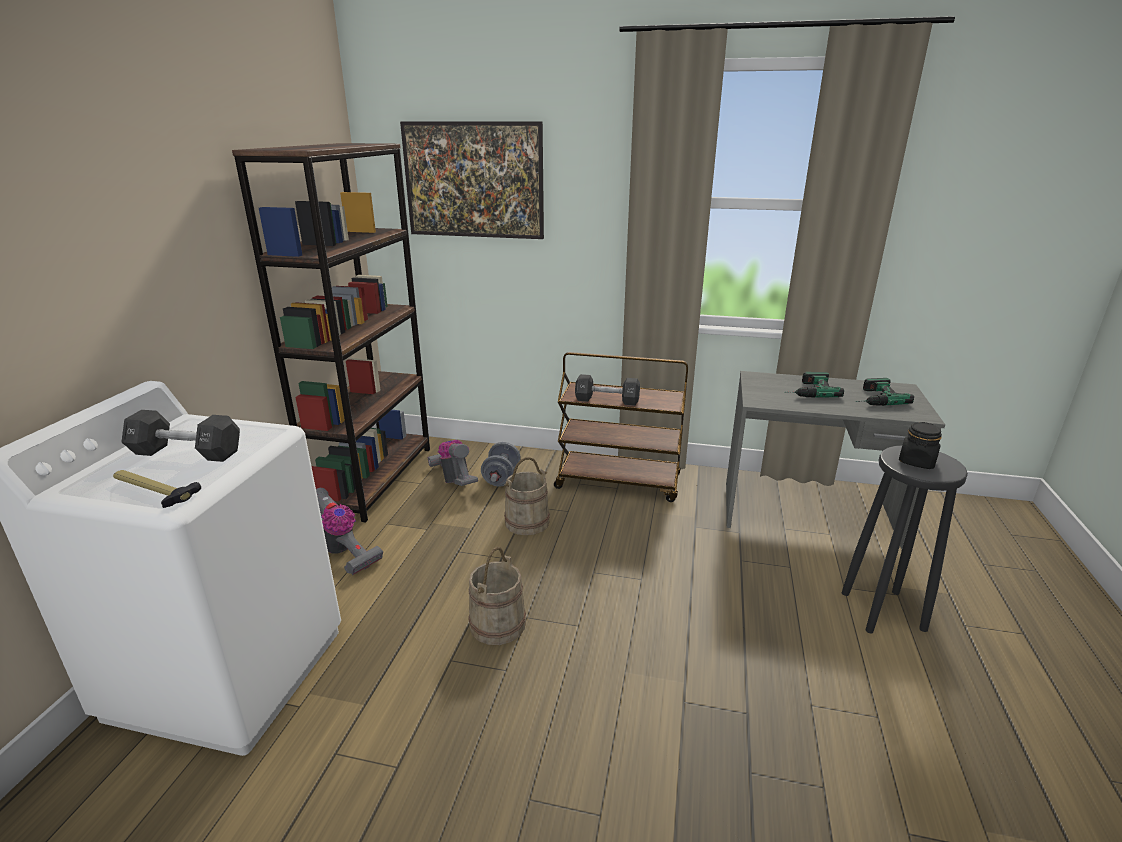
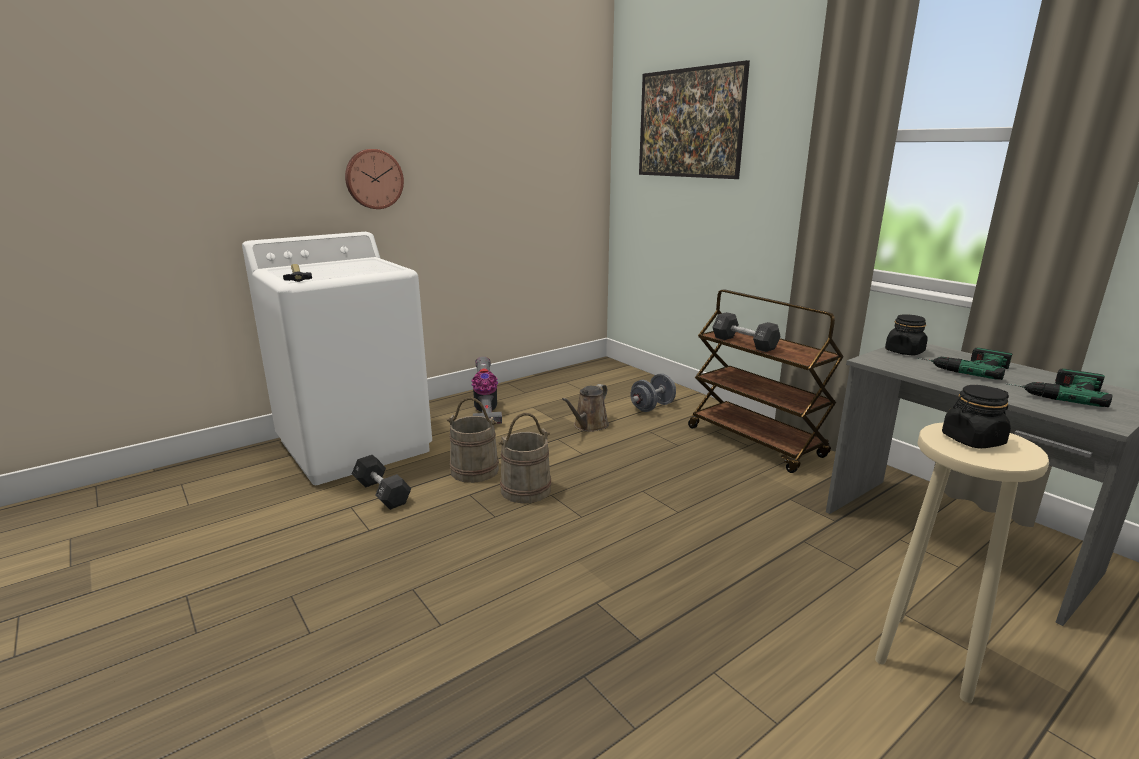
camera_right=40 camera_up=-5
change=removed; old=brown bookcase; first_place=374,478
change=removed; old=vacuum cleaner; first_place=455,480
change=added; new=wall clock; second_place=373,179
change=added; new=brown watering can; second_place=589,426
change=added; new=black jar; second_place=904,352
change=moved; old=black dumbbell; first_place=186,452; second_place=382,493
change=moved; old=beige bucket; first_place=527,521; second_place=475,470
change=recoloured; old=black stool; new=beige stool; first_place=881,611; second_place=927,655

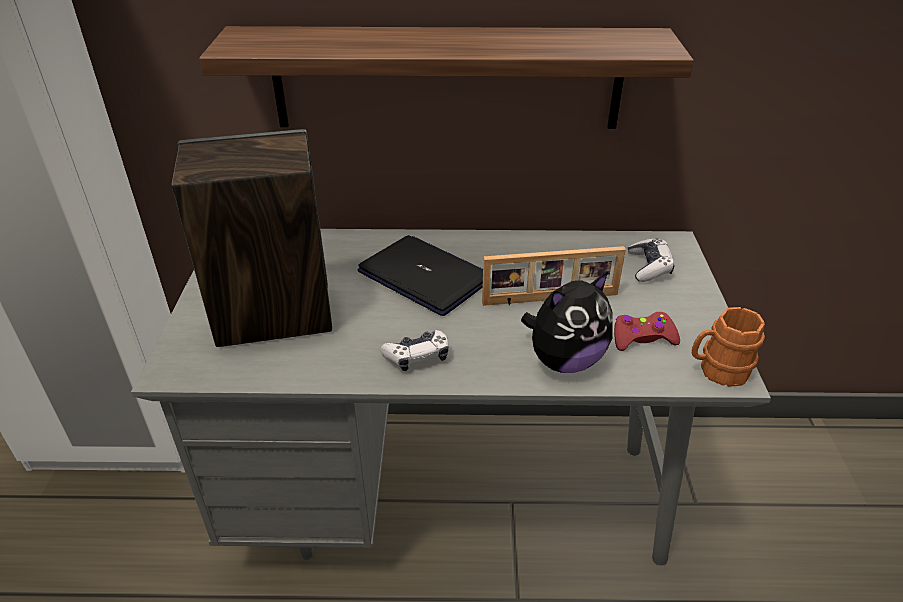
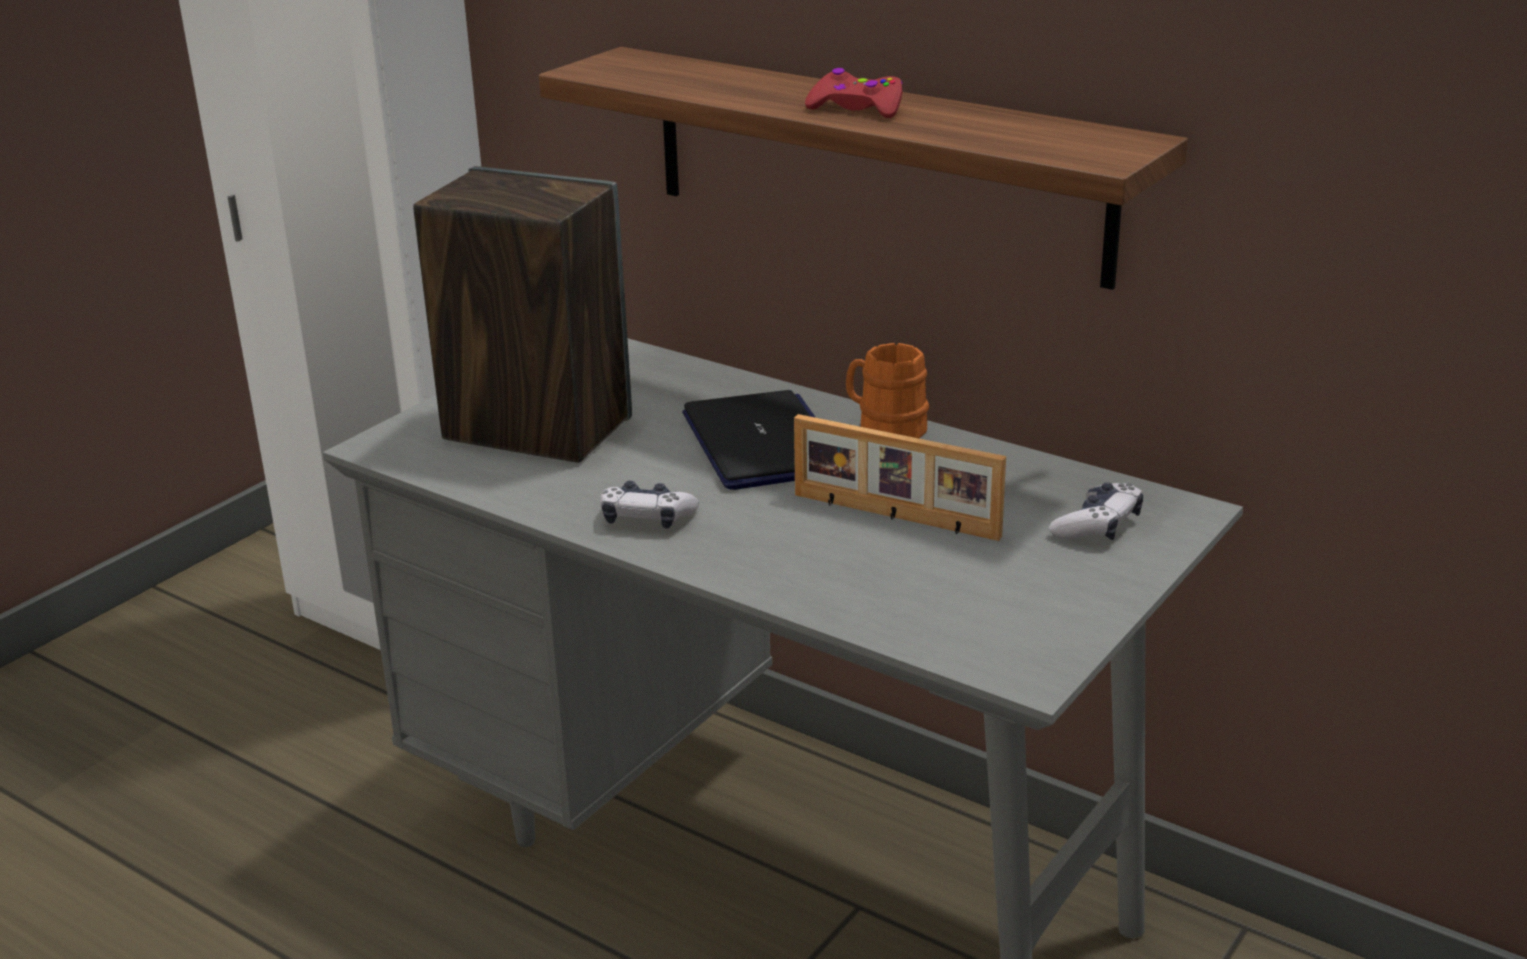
camera_right=35 camera_up=-10
change=removed; old=plush toy; first_place=565,360
change=moved; old=red game controller; first_place=642,338; second_place=857,108
change=moved; old=orange mug; first_place=718,370; second_place=884,428

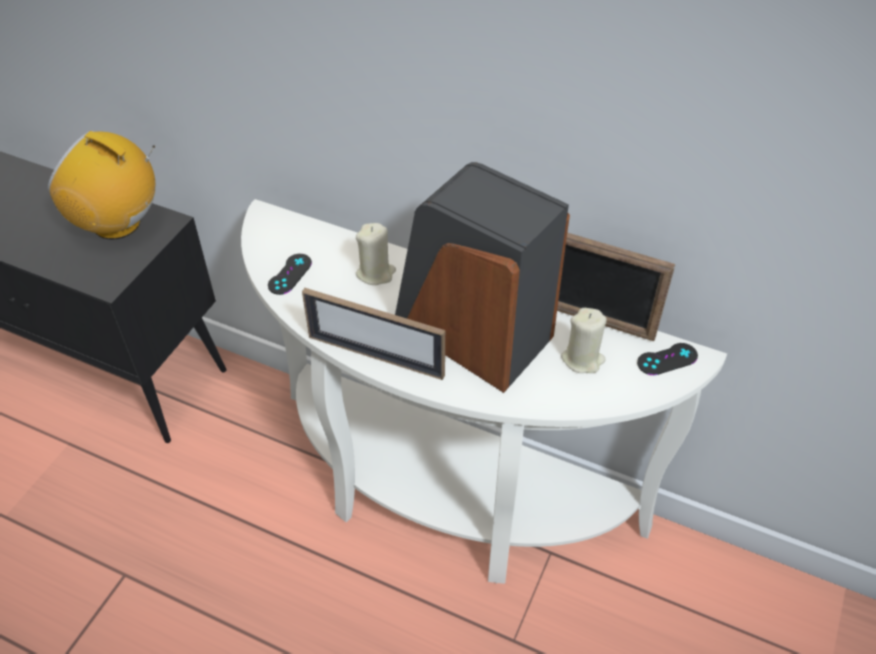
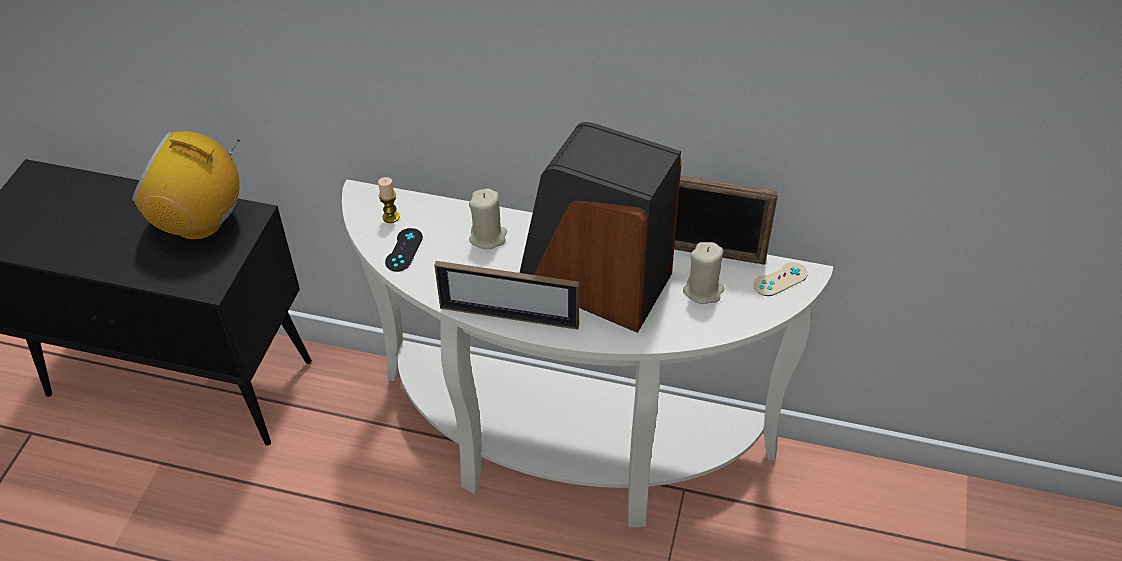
camera_right=-10 camera_up=0
change=added; new=candle; second_place=391,217
change=recoloured; old=black game controller; new=beige game controller; first_place=667,359; second_place=780,279

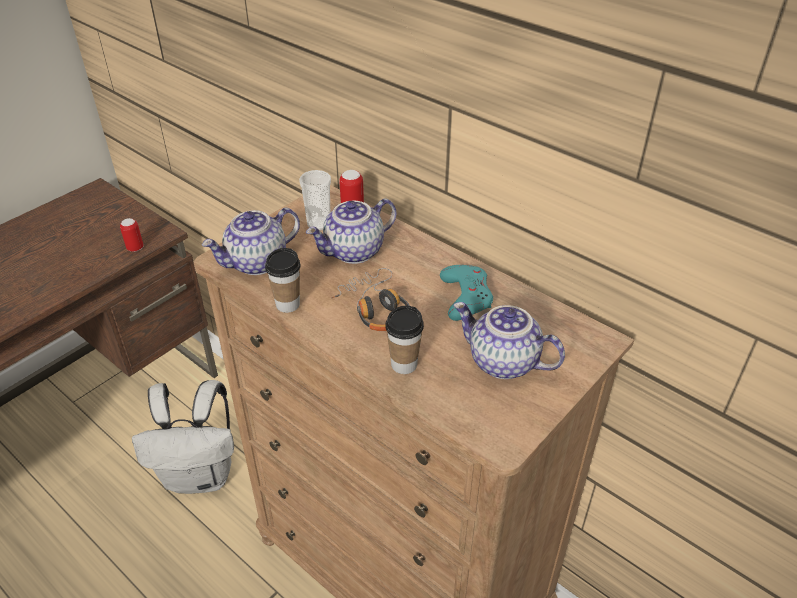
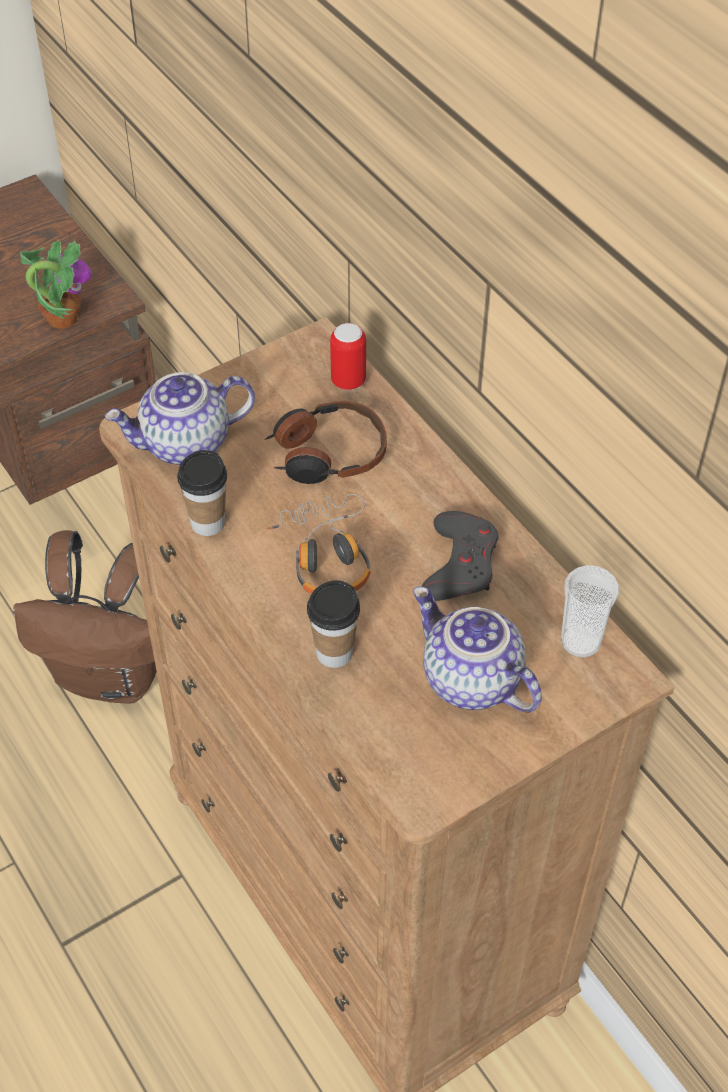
camera_right=15 camera_up=10
change=moved; old=cup; first_place=319,224; second_place=580,641
change=replaced; old=can; new=potted plant; first_place=135,248; second_place=61,318
change=replaced; old=teapot; new=headphones; first_place=354,252; second_place=327,454
change=recoloured; old=white backpack; new=brown backpack; first_place=201,475; second_place=112,674
change=recoloured; old=turquoise game controller; new=grey game controller; first_place=466,296; second_place=460,563

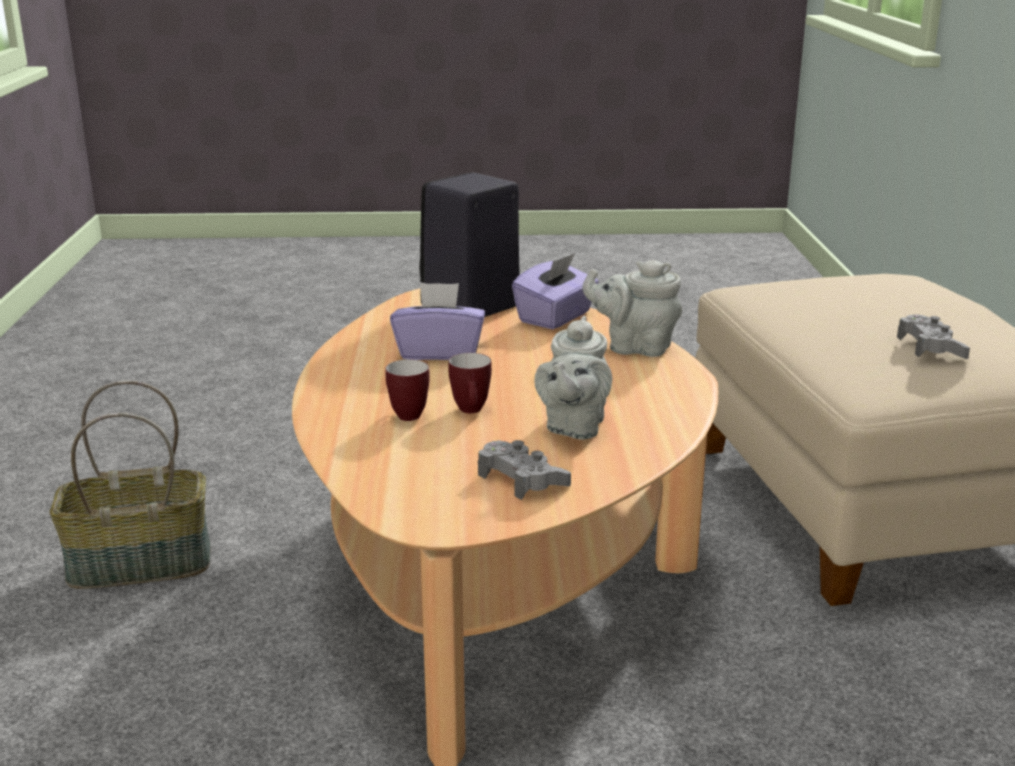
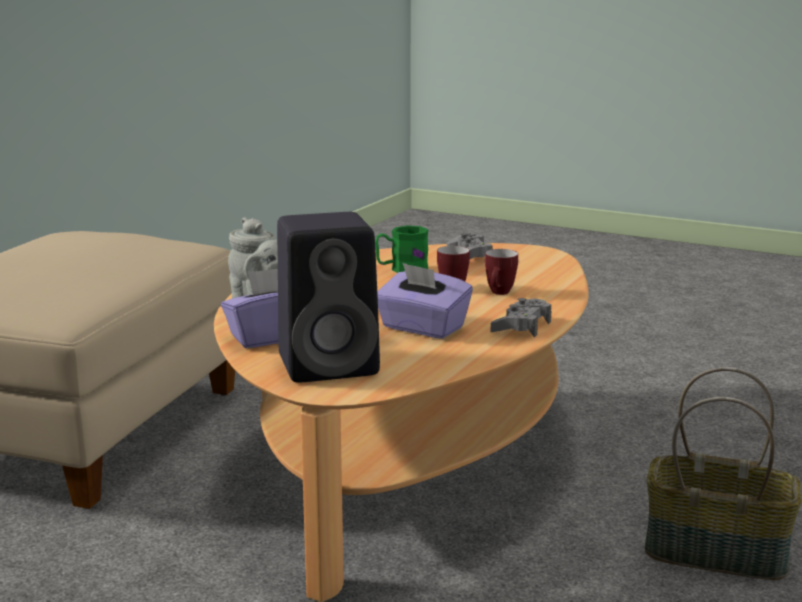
camera_right=-150 camera_up=-5
change=moved; old=grey game controller; first_place=931,347; second_place=521,327
change=replaced; old=grey teapot; new=green mug; first_place=573,427; second_place=401,269

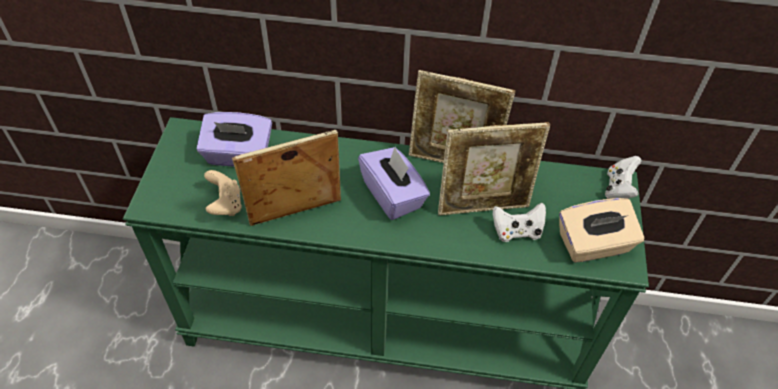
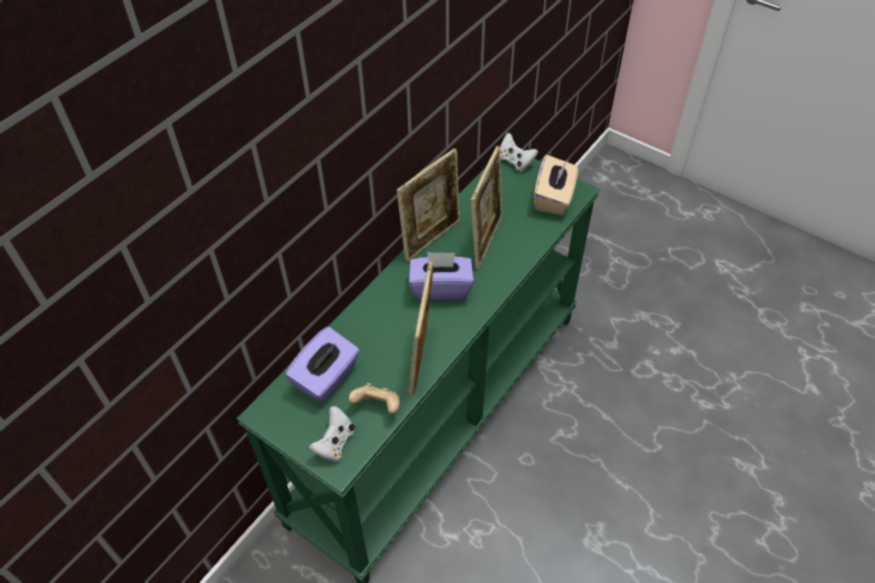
camera_right=-60 camera_up=0
change=moved; old=white game controller; first_place=517,231; second_place=335,443

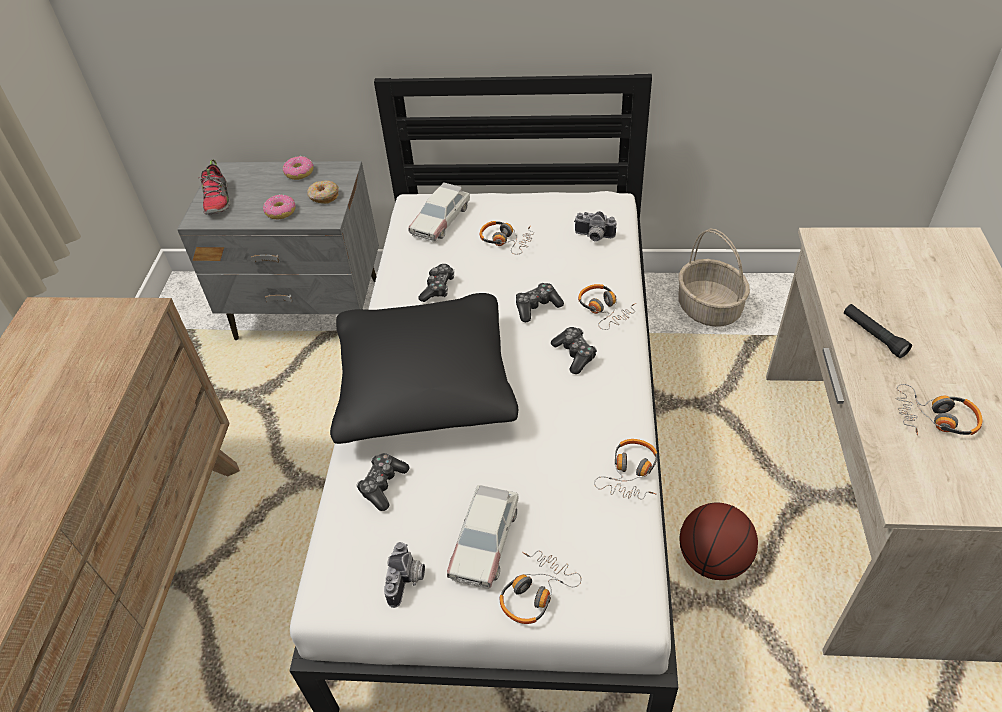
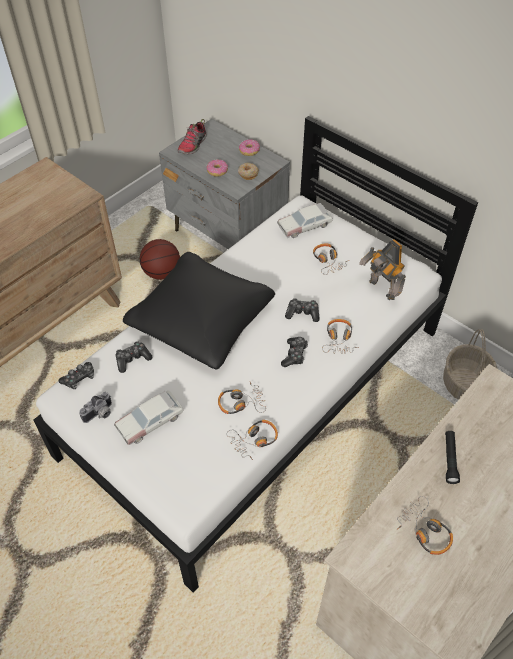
camera_right=35 camera_up=5
change=moved; old=game controller; first_place=438,288; second_place=79,379
change=moved; old=headphones; first_place=535,592; second_place=241,403
change=moved; old=basketball; first_place=713,560; second_place=162,273
change=replaced; old=photo camera; new=toy robot; first_place=593,237; second_place=380,290

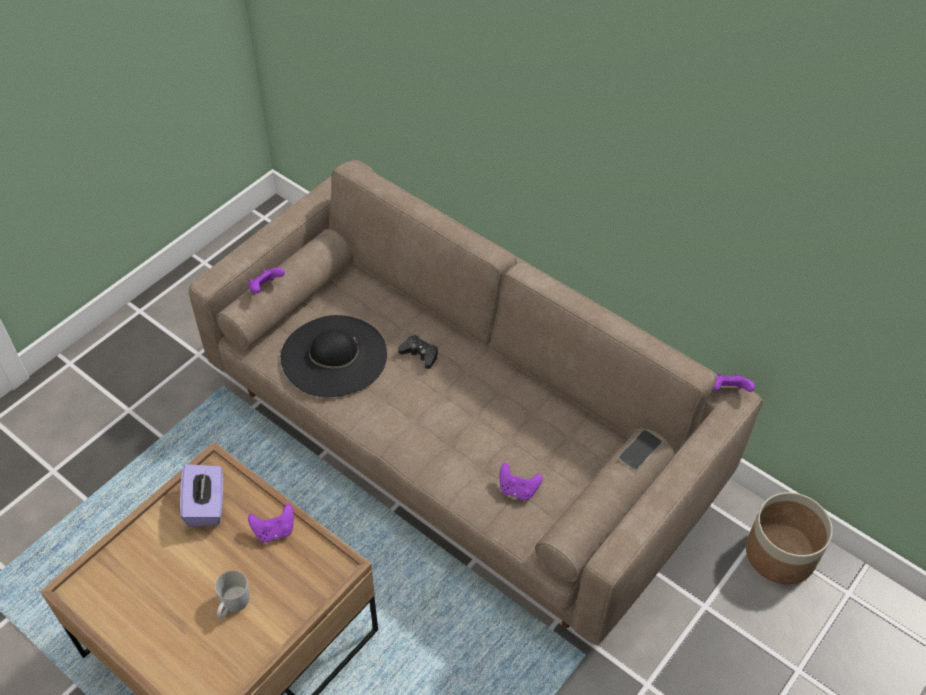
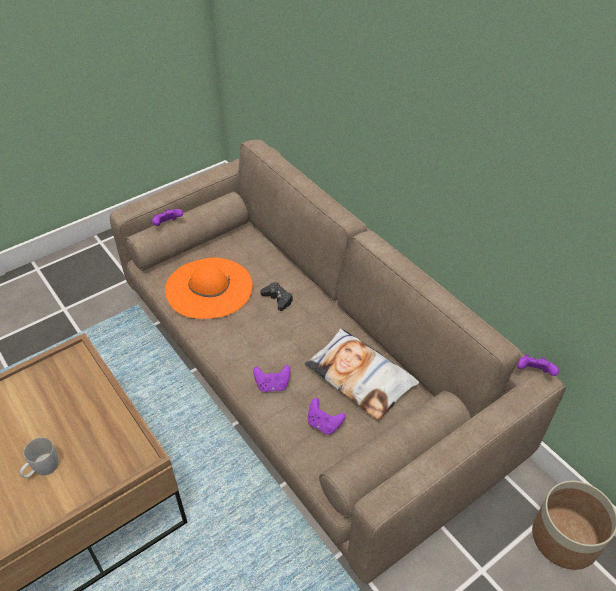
camera_right=15 camera_up=-5
change=removed; old=purple tissue box; first_place=206,505
change=removed; old=phone; first_place=640,450
change=added; new=pillow; second_place=360,377
change=moved; old=purple game controller; first_place=274,531; second_place=272,385
change=recoloured; old=black hat; new=orange hat; first_place=334,356; second_place=209,288

